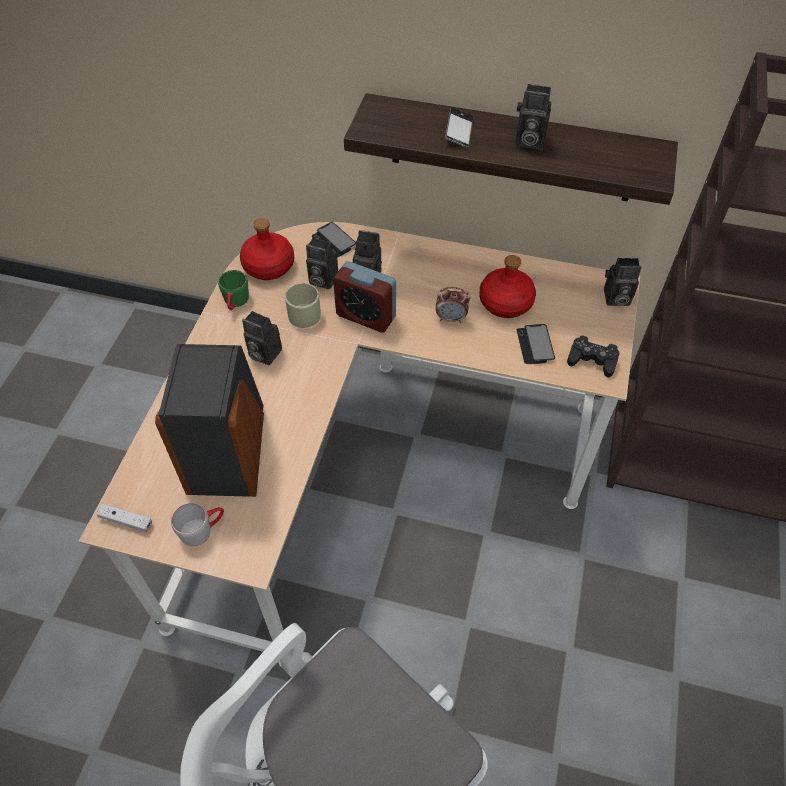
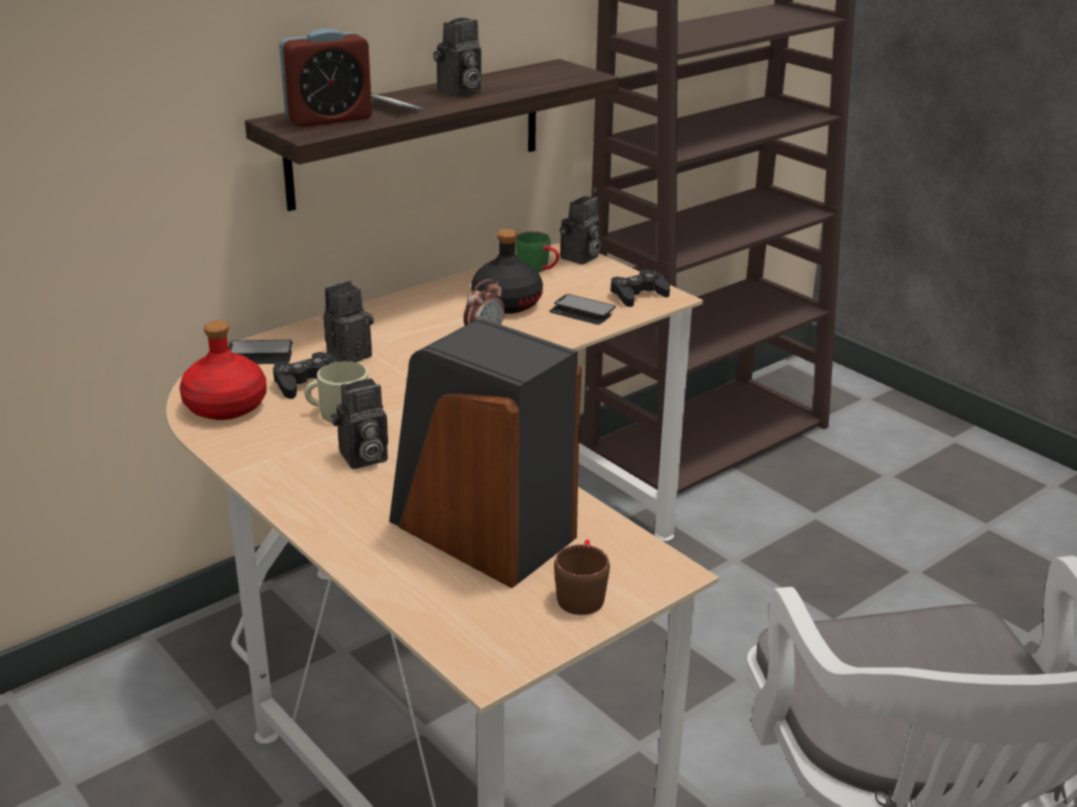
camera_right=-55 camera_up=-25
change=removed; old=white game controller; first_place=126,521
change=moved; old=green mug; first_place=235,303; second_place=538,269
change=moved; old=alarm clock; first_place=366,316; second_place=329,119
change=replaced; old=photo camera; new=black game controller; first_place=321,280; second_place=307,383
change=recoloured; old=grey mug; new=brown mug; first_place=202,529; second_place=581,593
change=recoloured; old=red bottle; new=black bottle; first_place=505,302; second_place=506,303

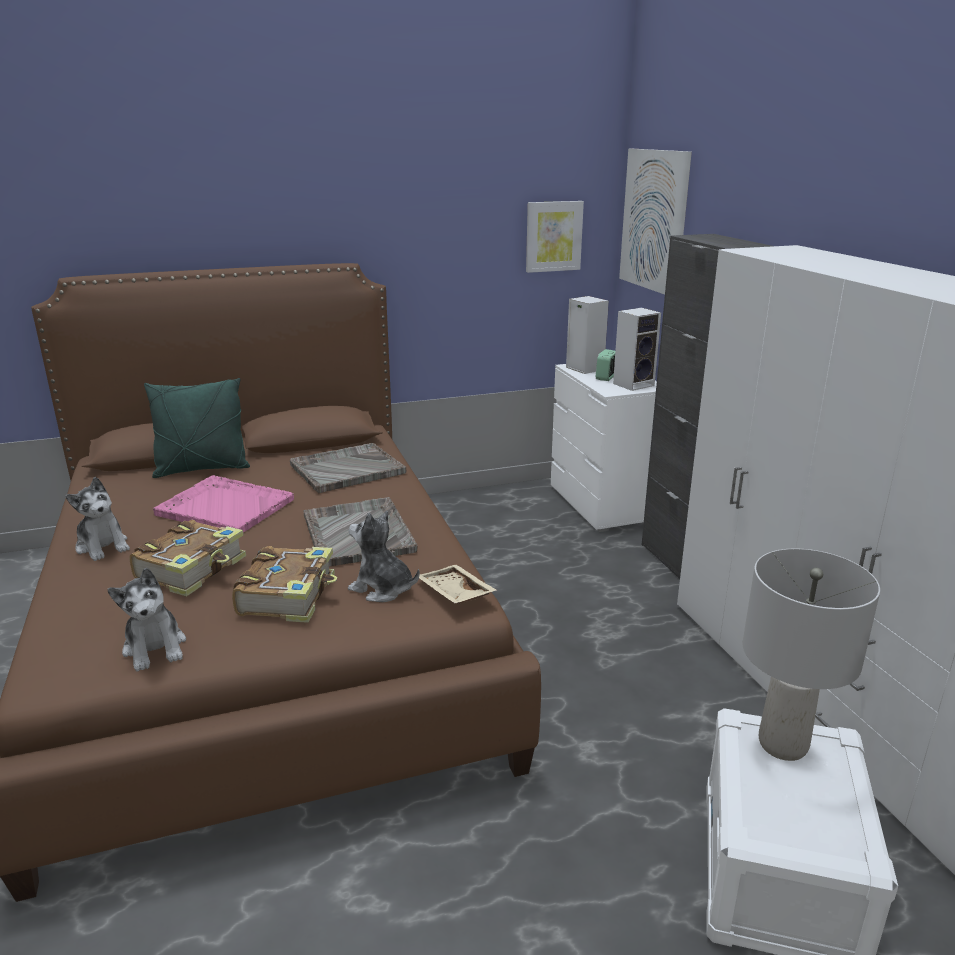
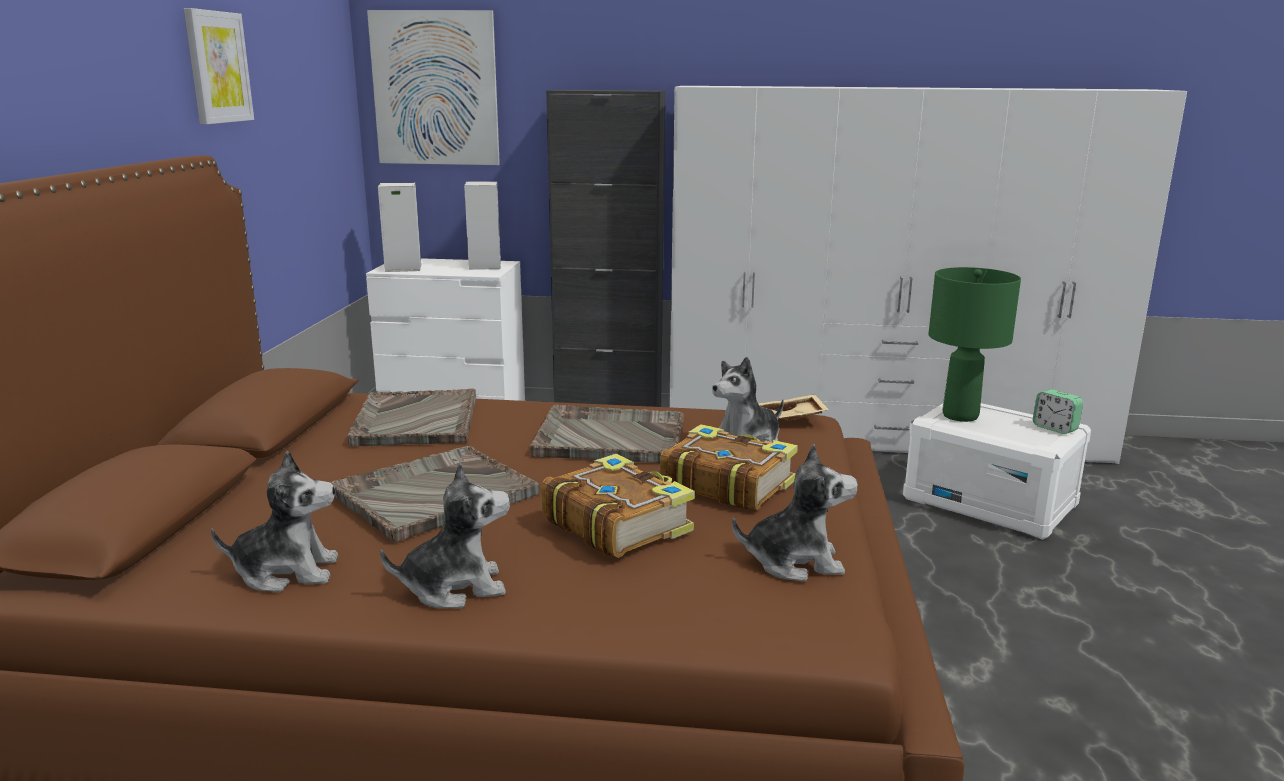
camera_right=-65 camera_up=-5
change=removed; old=green pillow; first_place=202,469
change=added; new=plush toy; second_place=287,572
change=moved; old=picture; first_place=553,236; second_place=217,67
change=moved; old=alarm clock; first_place=606,377; second_place=1055,428
change=recoloured; old=pink tray; new=grey tray; first_place=224,507; second_place=433,495
change=recoloured; old=grey table lamp; new=green table lamp; first_place=783,745; second_place=961,416

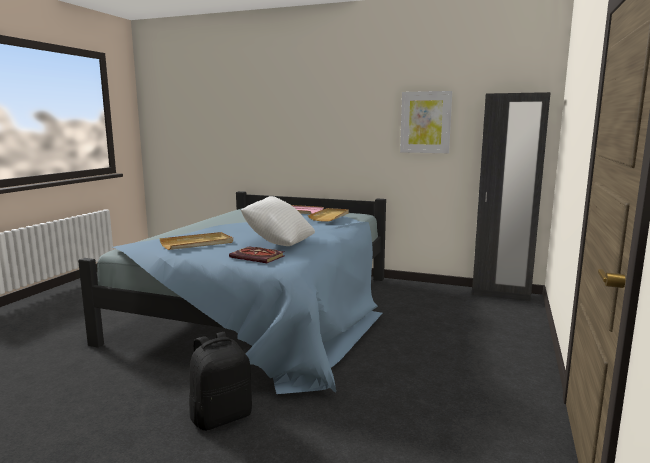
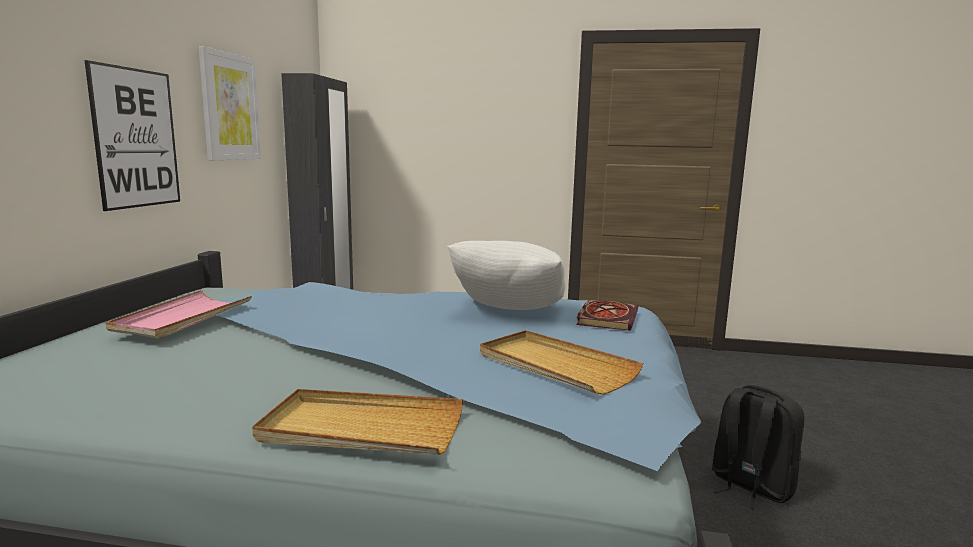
camera_right=-100 camera_up=0
change=added; new=picture; second_place=136,138
change=moved; old=beige tray; first_place=330,216; second_place=361,429

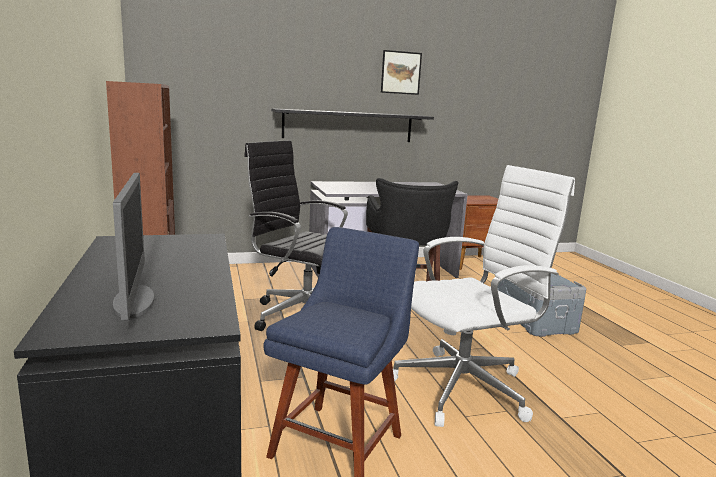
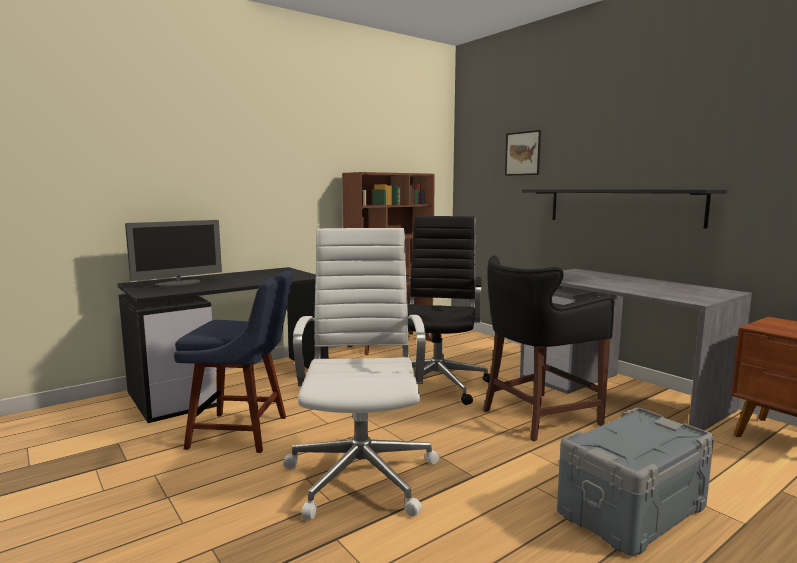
camera_right=70 camera_up=-5
change=moved; old=picture; first_place=401,72; second_place=523,153
change=turned; old=white office chair; first_place=465,387; second_place=362,473; degrees=-135

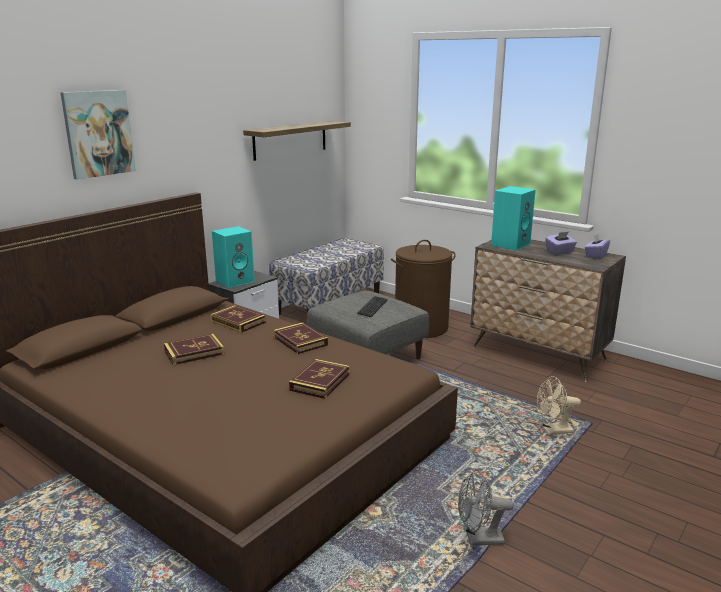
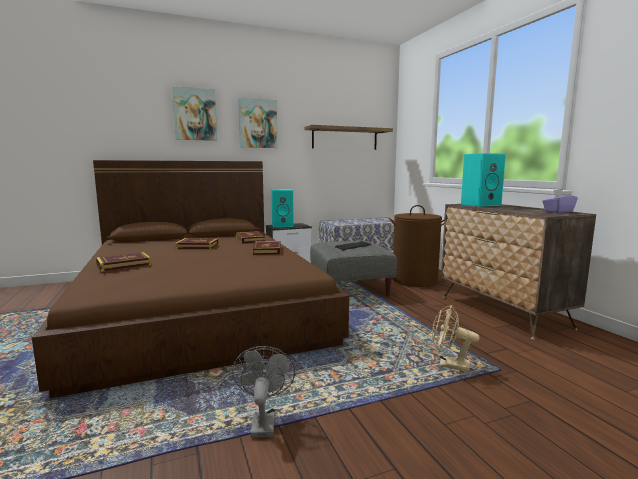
camera_right=30 camera_up=-10
change=removed; old=purple tissue box; first_place=560,251
change=added; new=picture; second_place=257,123
change=moved; old=book; first_place=320,382; second_place=124,264
change=turned; old=grey fan; first_place=479,539; second_place=263,421; degrees=60

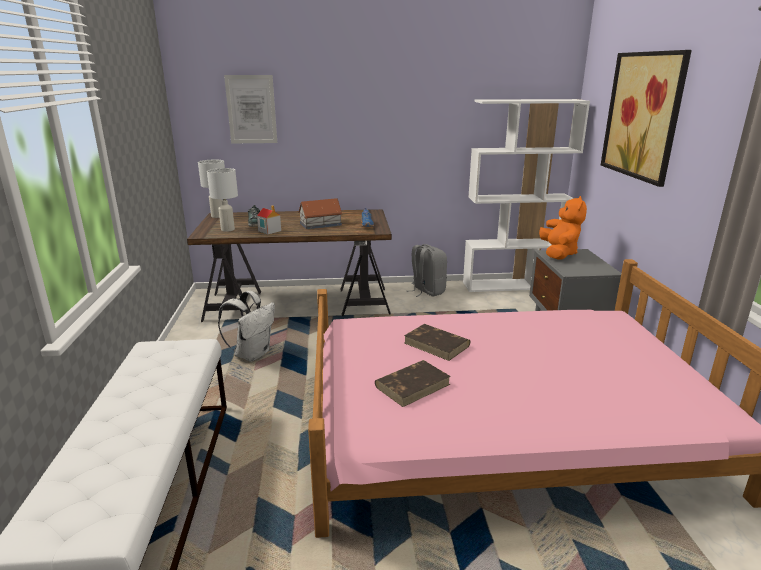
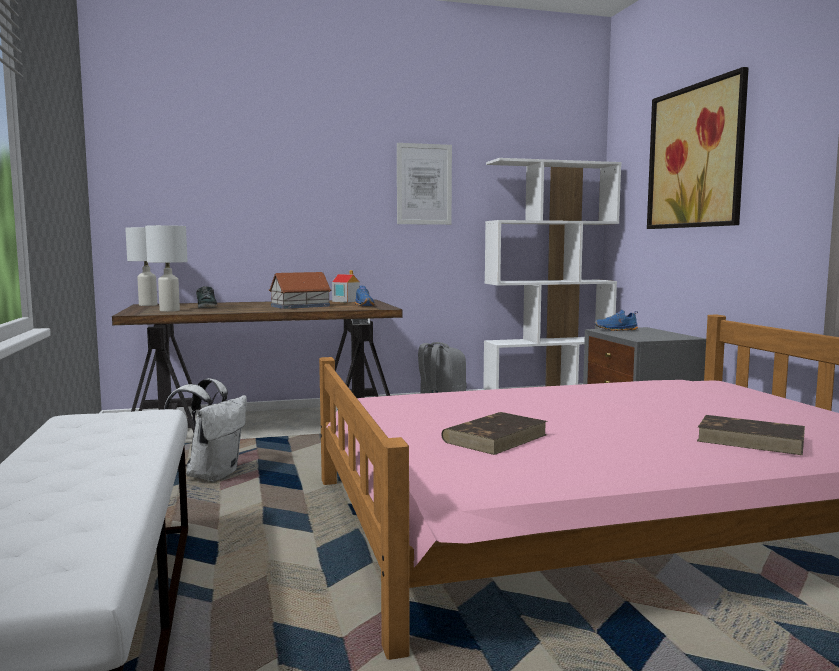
camera_right=-10 camera_up=-15
change=moved; old=picture; first_place=251,109; second_place=424,184
change=moved; old=toy house; first_place=269,231; second_place=345,301
change=moved; old=brown book; first_place=437,344; second_place=751,440
change=replaced; old=orange plush toy; new=blue shoe; first_place=558,253; second_place=616,330

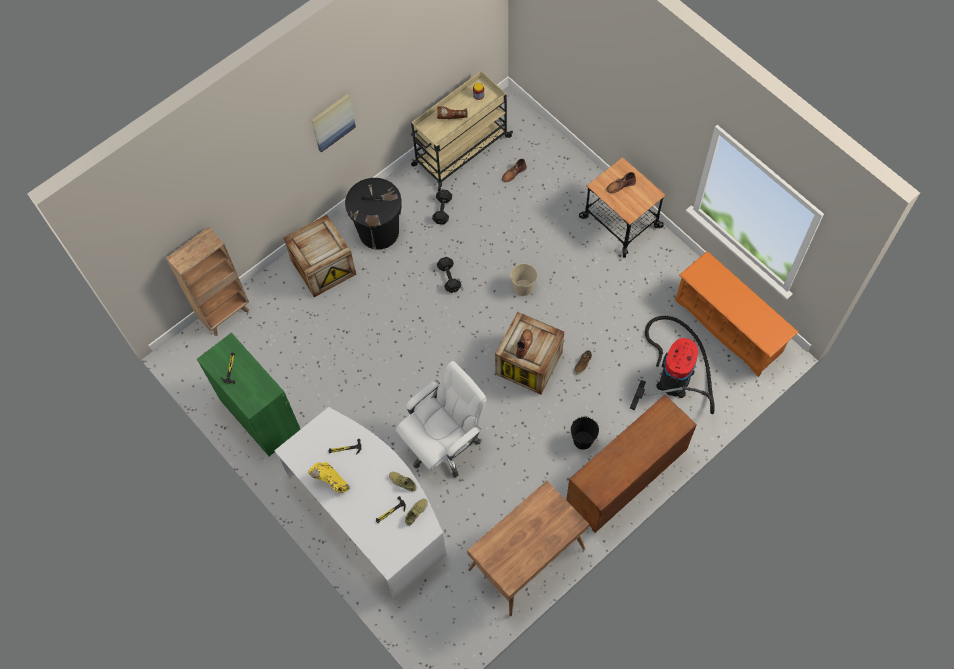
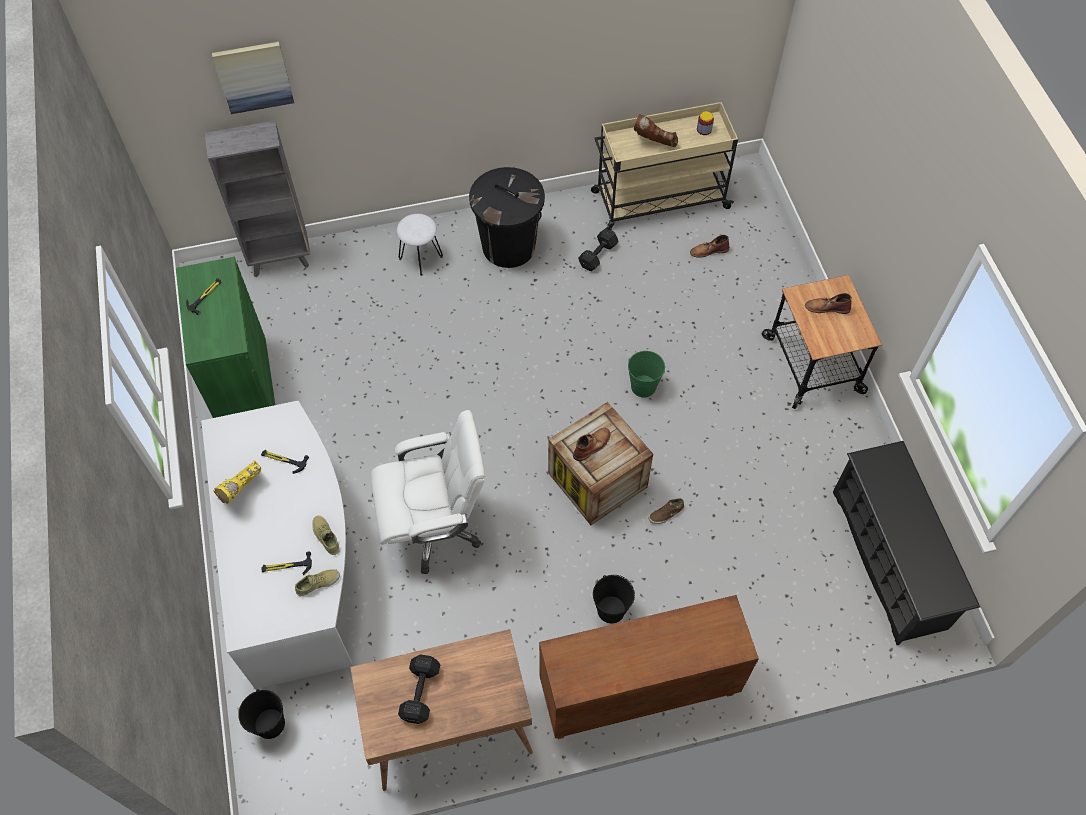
camera_right=25 camera_up=-5
change=removed; old=vacuum cleaner; first_place=675,374
change=added; new=black bucket; second_place=270,724
change=moved; old=picture; first_place=332,122; second_place=254,76
change=moved; old=black dumbbell; first_place=449,279; second_place=419,694
change=replaced; old=crate; new=white stool; first_place=323,267; second_place=421,257
change=recoloured; old=brown bookcase; new=grey bookcase; first_place=226,314; second_place=281,259
change=recoloured; old=beige bucket; new=green bucket; first_place=523,288; second_place=643,386
change=recoloured; old=orange shoe rack; new=black shoe rack; first_place=729,327; second_place=889,560
change=turned; old=yellow boot; first_place=331,481; second_place=241,491; degrees=-120

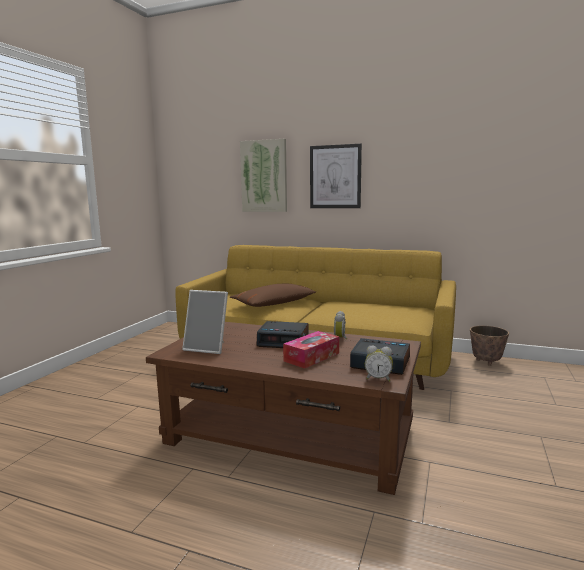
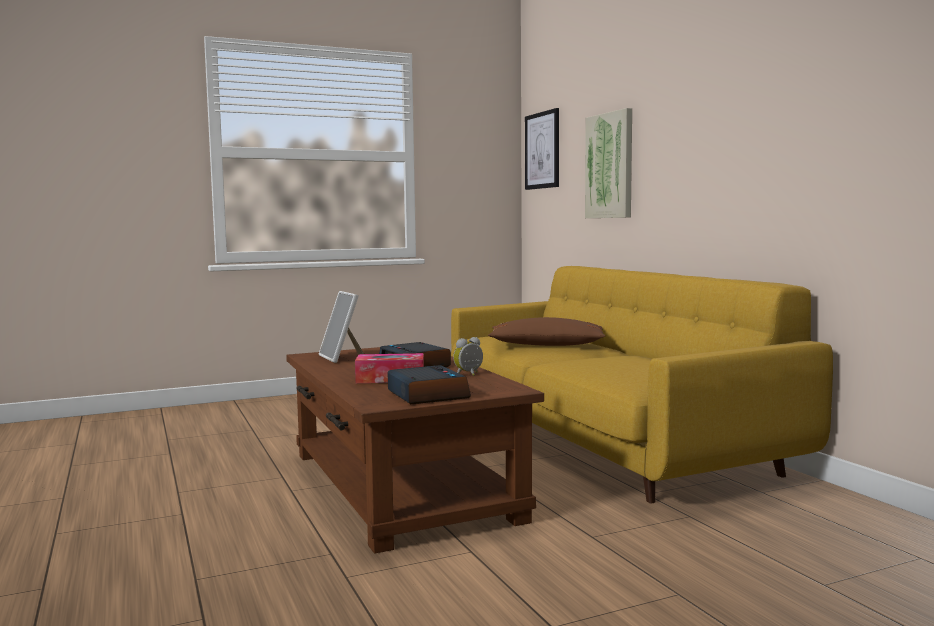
camera_right=45 camera_up=-5
change=removed; old=alarm clock; first_place=378,378
change=removed; old=planter; first_place=486,362
change=moved; old=picture; first_place=335,177; second_place=542,150

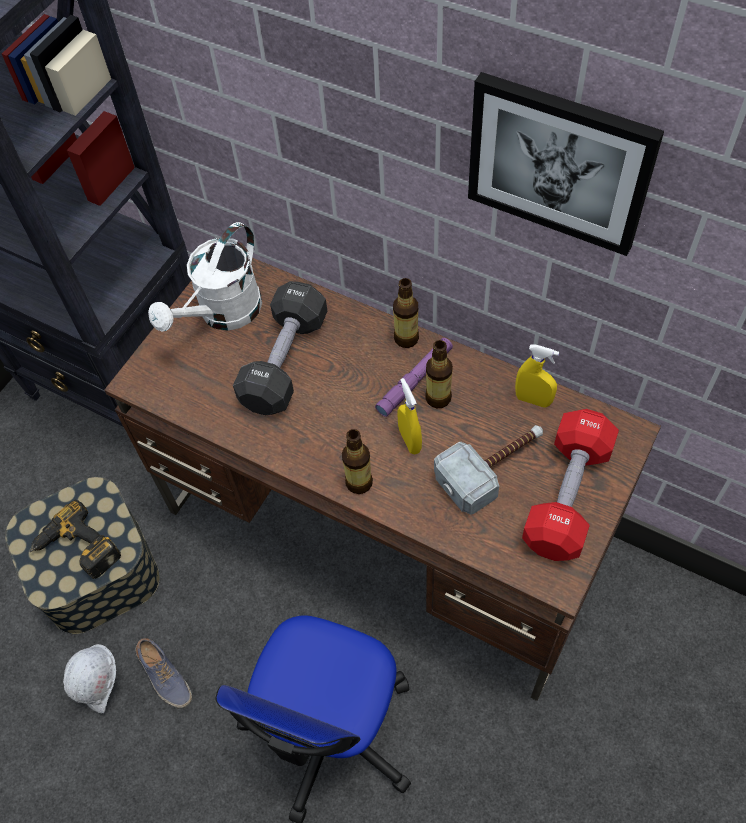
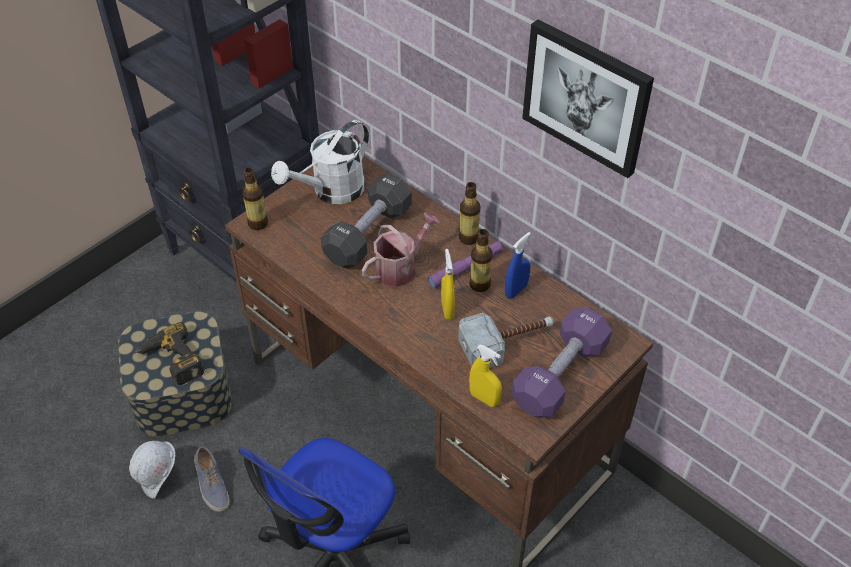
camera_right=10 camera_up=-10
change=added; new=watering can; second_place=400,267
change=added; new=blue spray bottle; second_place=516,290
change=moved; old=bottle; first_place=359,482; second_place=258,223
change=moved; old=yellow spray bottle; first_place=533,400; second_place=484,398
change=recoloured; old=red dumbbell; new=purple dumbbell; first_place=567,495; second_place=560,375

